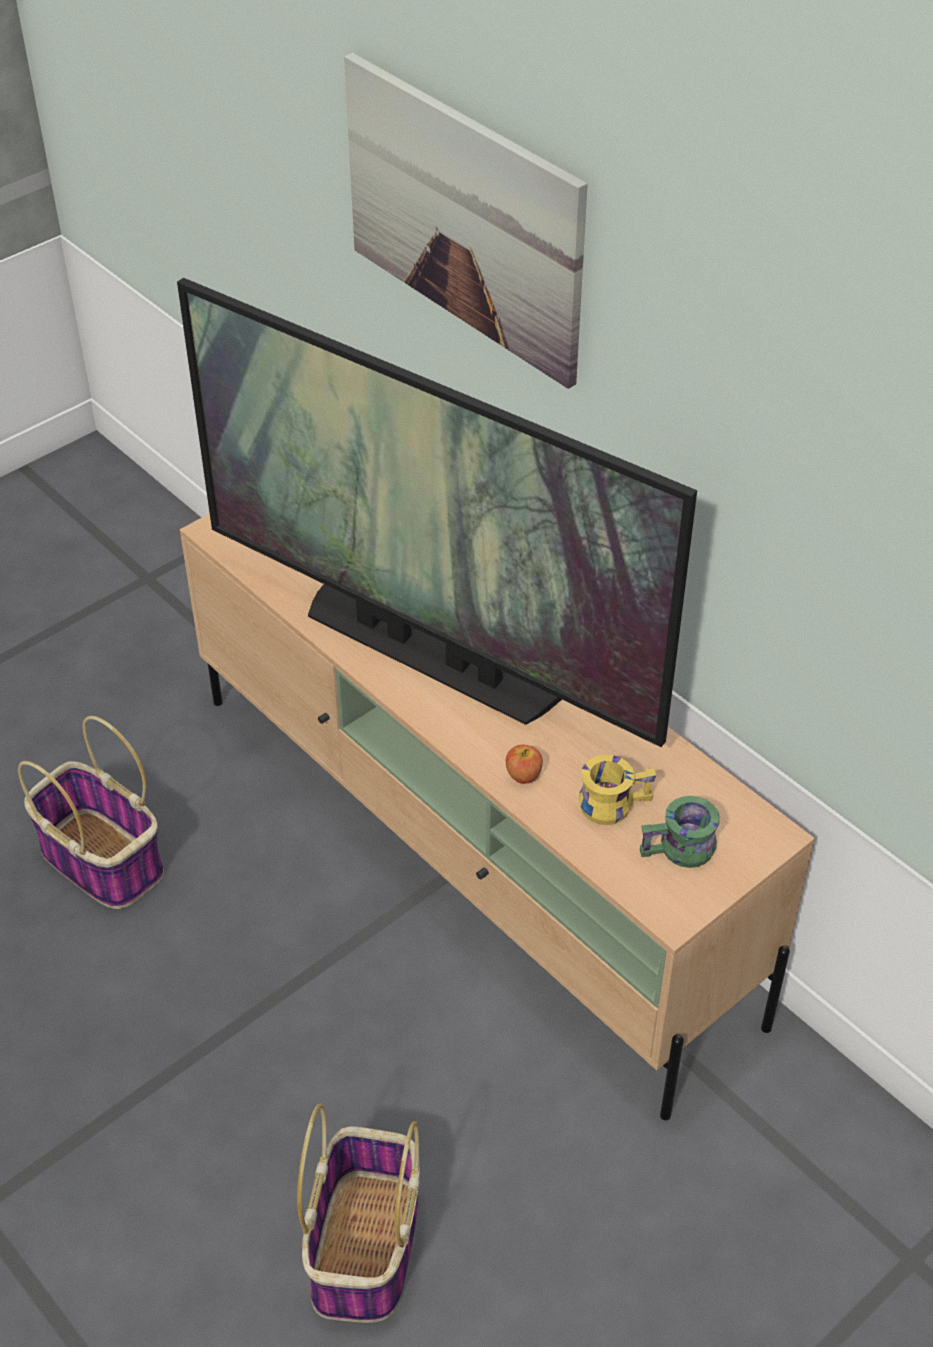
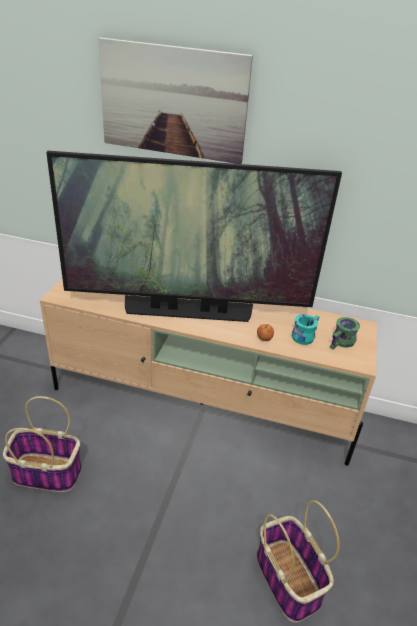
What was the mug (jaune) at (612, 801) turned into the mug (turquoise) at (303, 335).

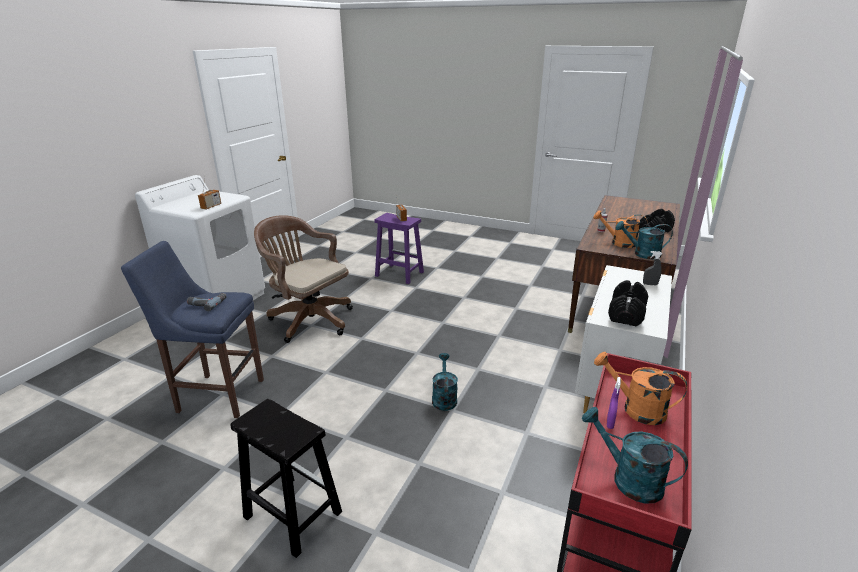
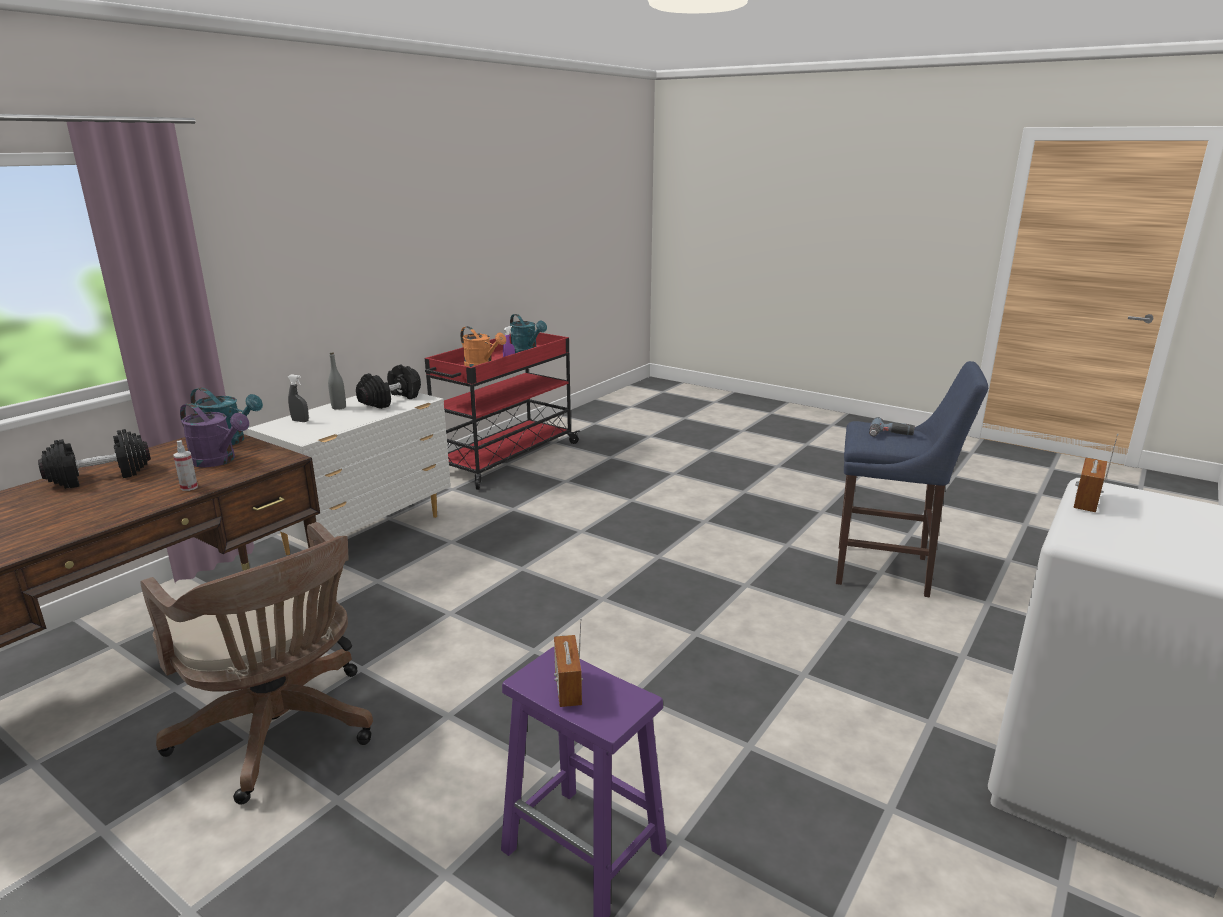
The second view lost the tabouret (noir) at (291, 514). The chaise de bureau (marron) ended up elsewhere, having gone from (308, 319) to (281, 733). The second view lost the arrosoir (turquoise) at (444, 398). What was the arrosoir (orange) at (619, 243) turned into the arrosoir (violet) at (218, 461). The second view gained the bouteille (gris) at (339, 407).

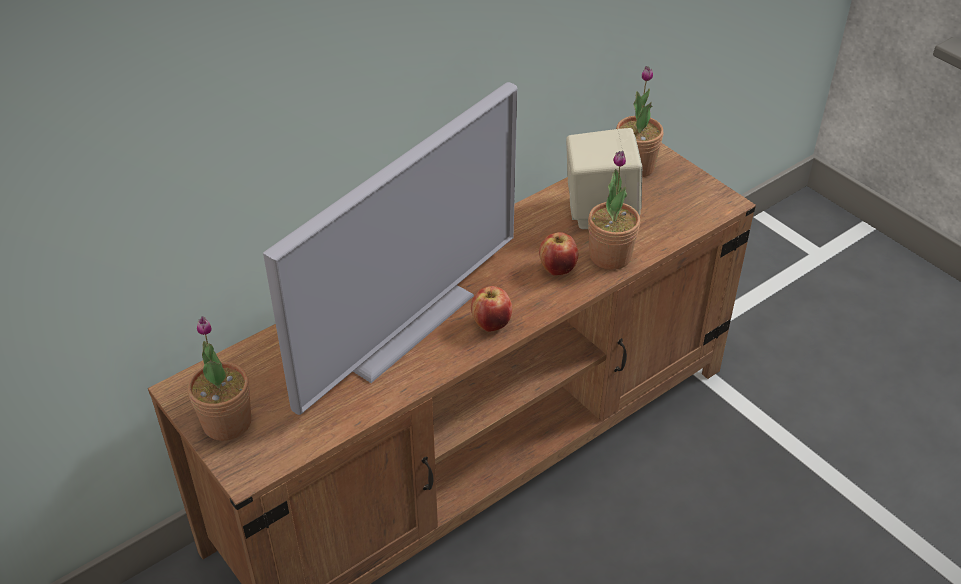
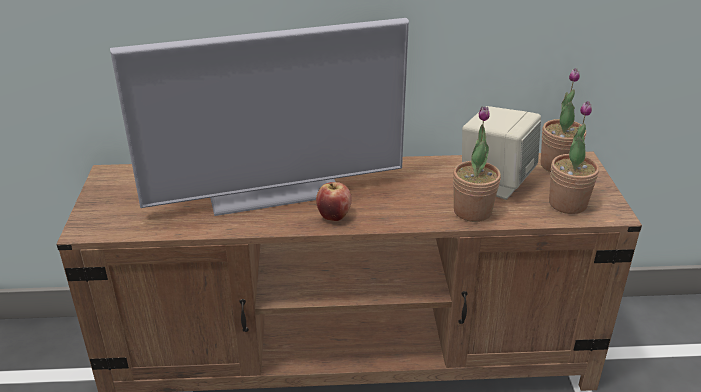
The plante en pot ended up elsewhere, having gone from (227, 422) to (567, 204). The second view lost the pomme at (558, 269).

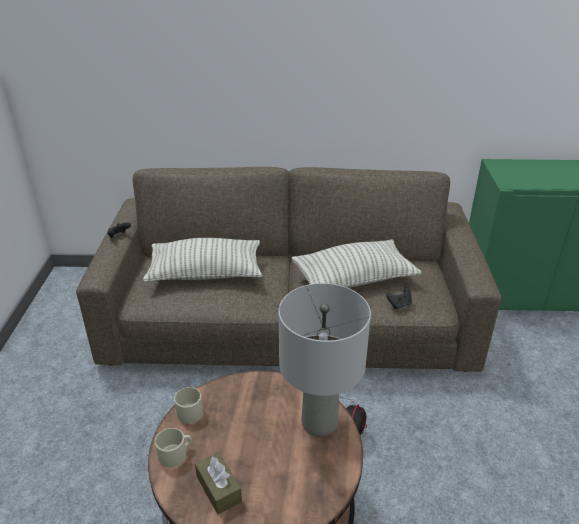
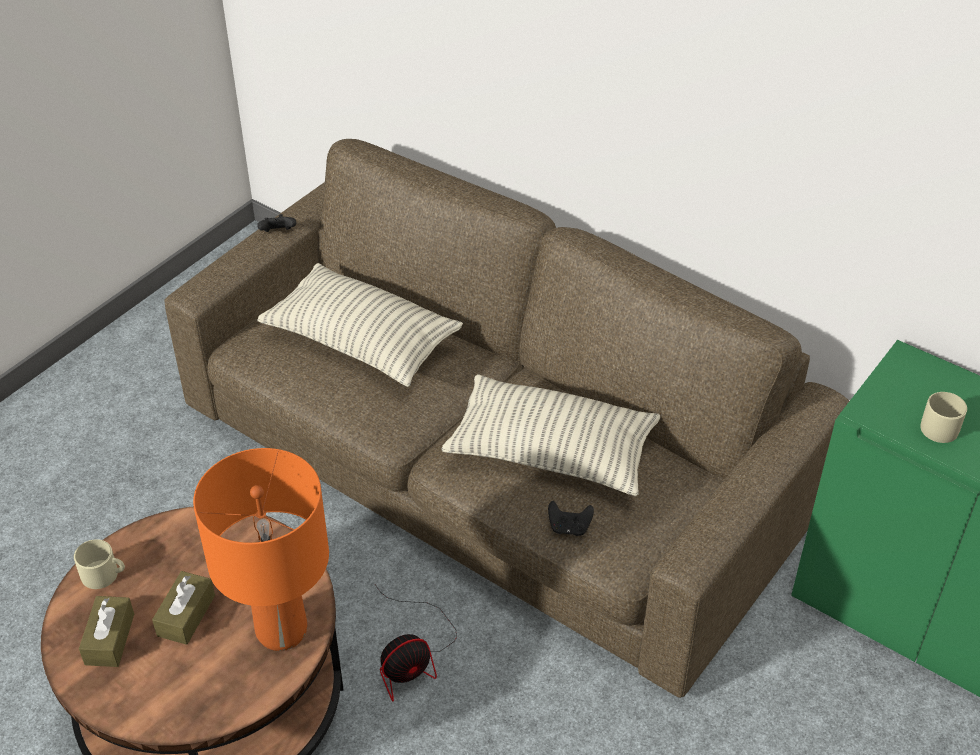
The mug (beige) ended up elsewhere, having gone from (189, 410) to (940, 425). What was the lampe de table (gris) at (319, 423) turned into the lampe de table (orange) at (283, 630). The second view gained the boîte à mouchoirs (marron) at (186, 615).

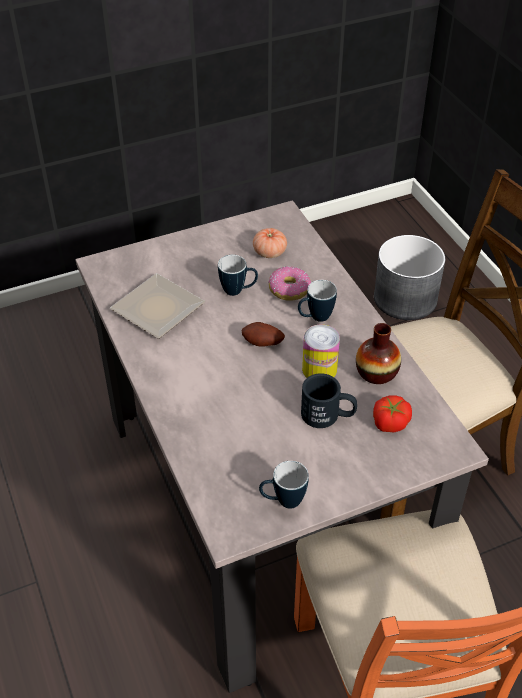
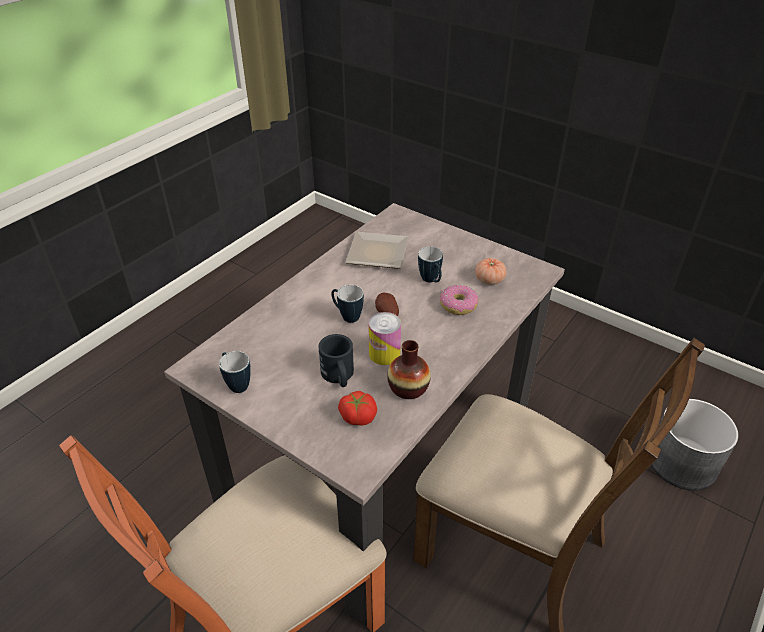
The mug ended up elsewhere, having gone from (315, 318) to (347, 316).

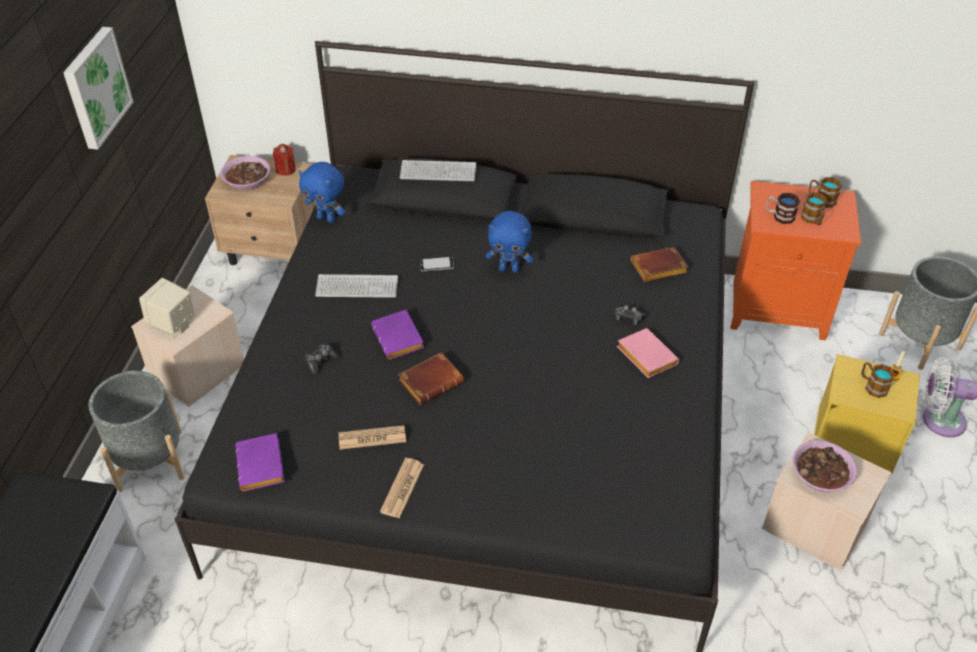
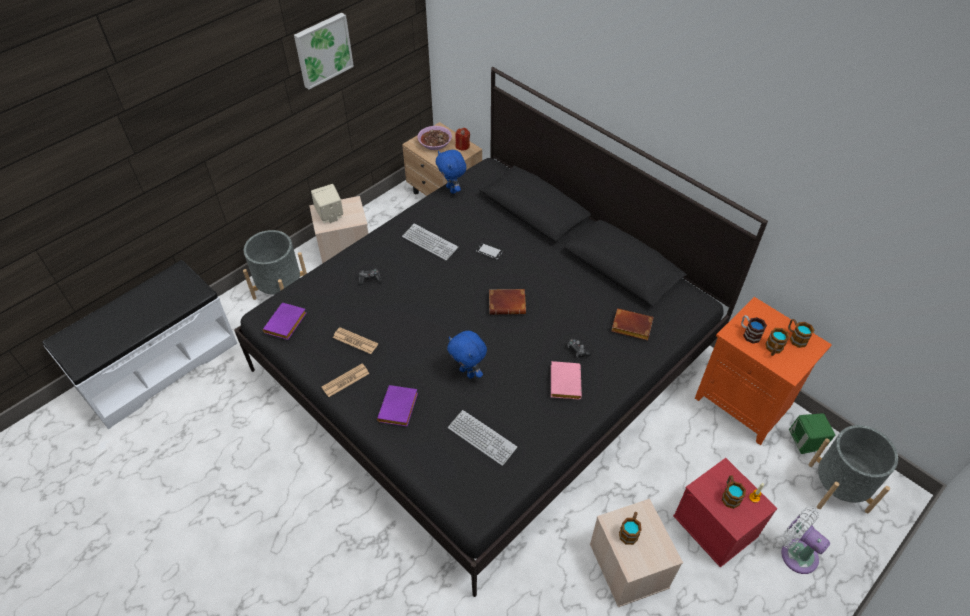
The livre (violet) ended up elsewhere, having gone from (400, 339) to (399, 409). The livre (marron) ended up elsewhere, having gone from (431, 381) to (508, 303). The clavier ended up elsewhere, having gone from (438, 172) to (482, 438). The peluche (bleu) ended up elsewhere, having gone from (509, 269) to (468, 372). Where the bol stood at (820, 474), the mug came to stand at (629, 531). What was the boîte de rangement (jaune) at (856, 437) turned into the boîte de rangement (rouge) at (716, 526). The second view gained the enceinte (vert) at (805, 442).

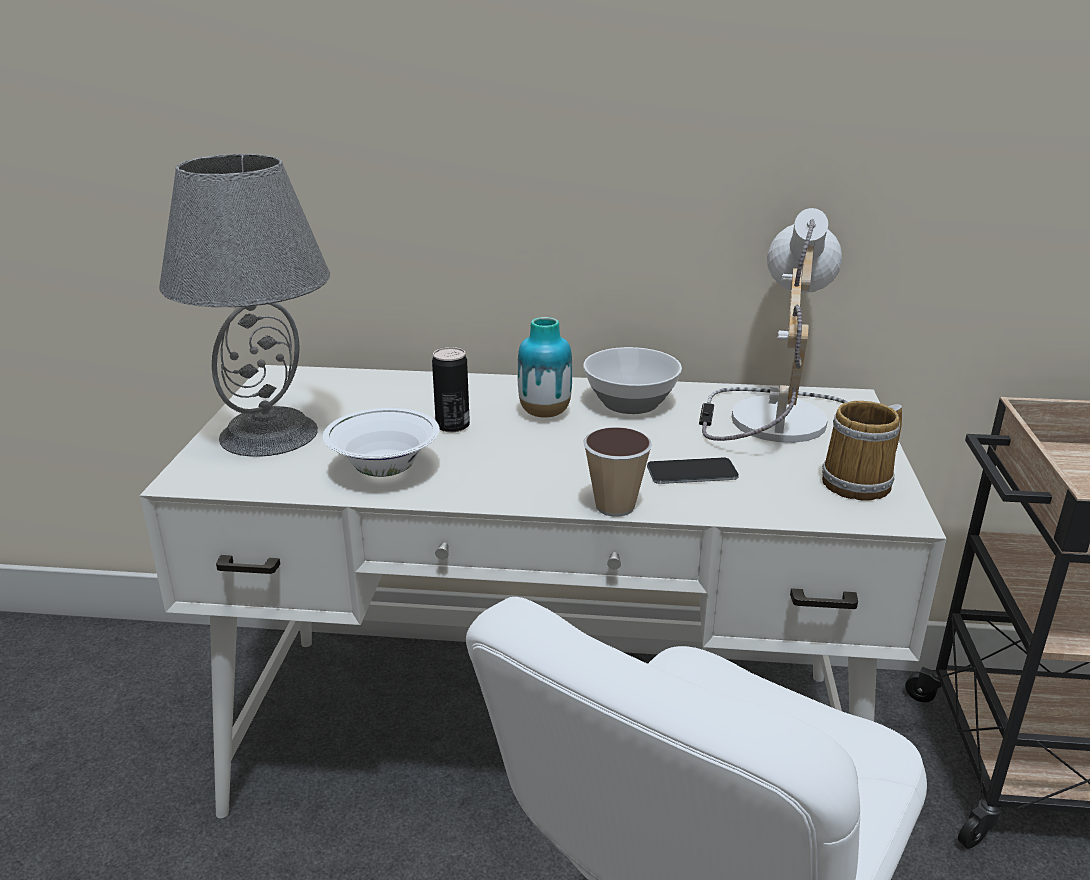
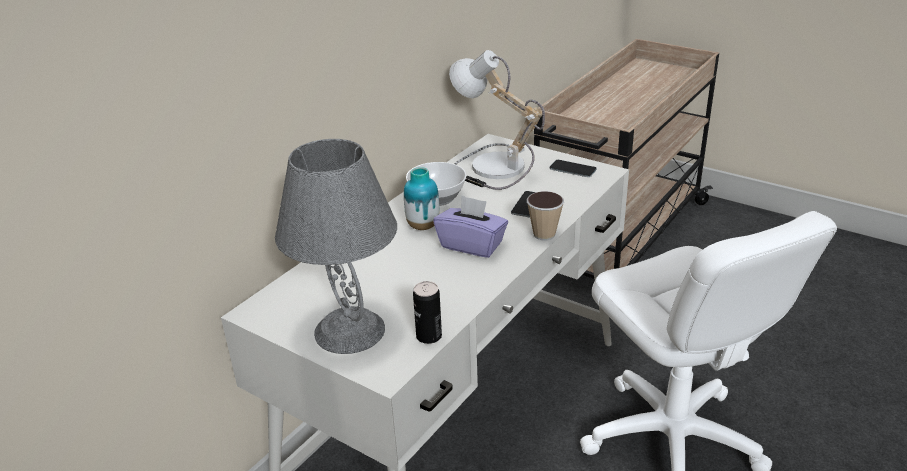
The second view lost the bol (blanc) at (384, 471). The boîte métallique ended up elsewhere, having gone from (452, 426) to (429, 336). Where the mug stood at (861, 482), the téléphone came to stand at (572, 169). The second view gained the boîte à mouchoirs (violet) at (472, 245).

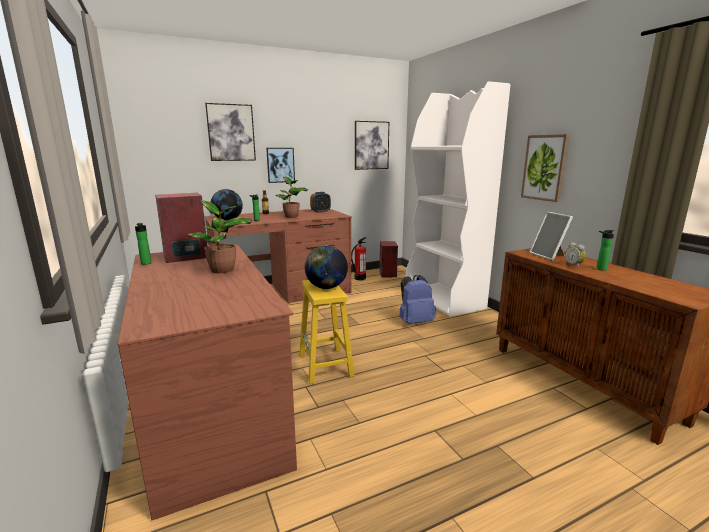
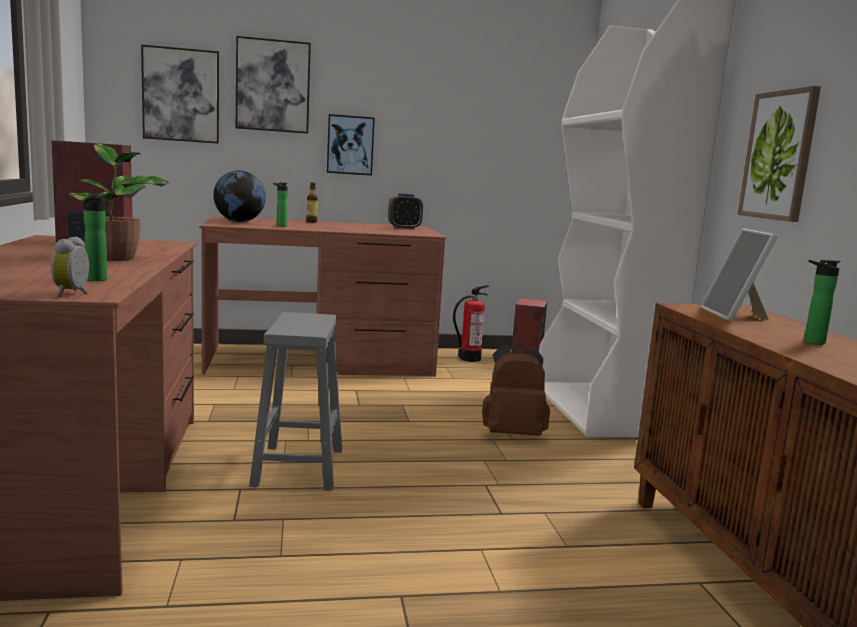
The bouteille ended up elsewhere, having gone from (146, 264) to (96, 280). The second view lost the plante en pot at (292, 217). What was the tabouret (jaune) at (326, 366) turned into the tabouret (gris) at (299, 467). The second view lost the globe at (326, 288). The tableau ended up elsewhere, having gone from (371, 145) to (181, 95). What was the sac à dos (bleu) at (415, 322) turned into the sac à dos (marron) at (512, 434). The réveil ended up elsewhere, having gone from (574, 266) to (74, 294).

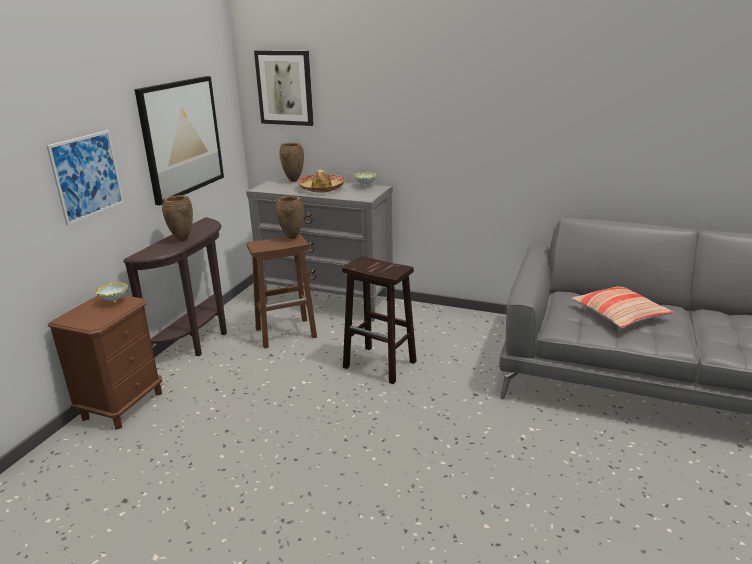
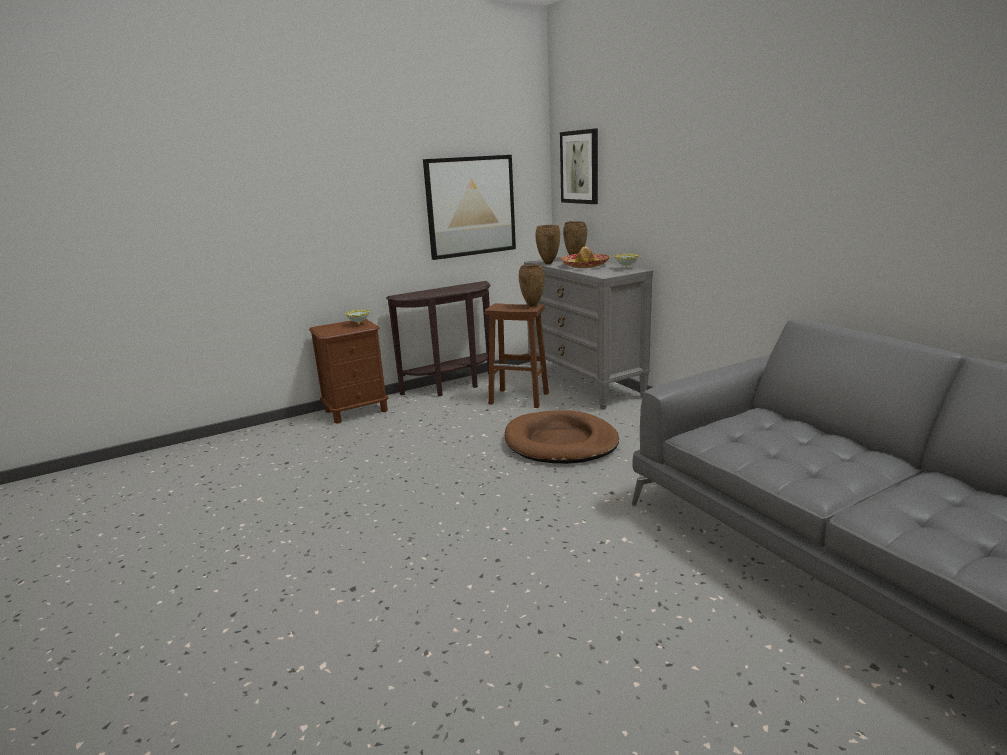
The second view lost the tableau at (87, 176). The vase (marron) ended up elsewhere, having gone from (182, 239) to (548, 263). Where the tabouret (marron) stood at (381, 365), the panier pour chien (marron) came to stand at (560, 442). The second view lost the coussin at (619, 314).

